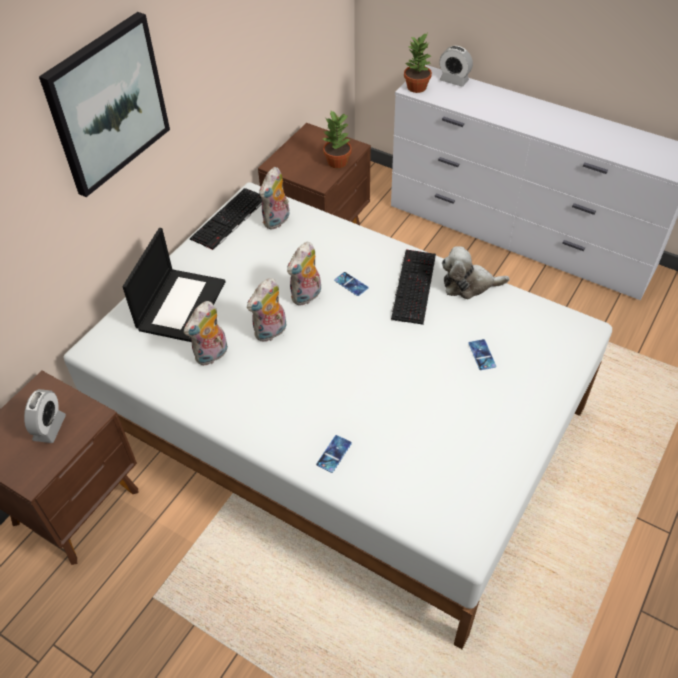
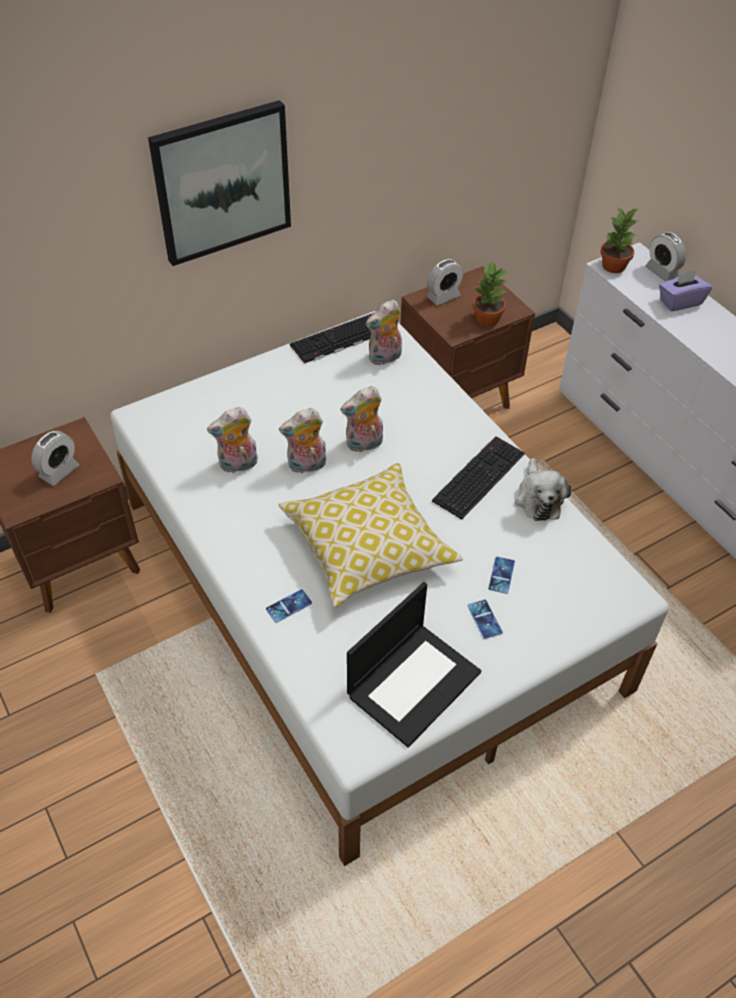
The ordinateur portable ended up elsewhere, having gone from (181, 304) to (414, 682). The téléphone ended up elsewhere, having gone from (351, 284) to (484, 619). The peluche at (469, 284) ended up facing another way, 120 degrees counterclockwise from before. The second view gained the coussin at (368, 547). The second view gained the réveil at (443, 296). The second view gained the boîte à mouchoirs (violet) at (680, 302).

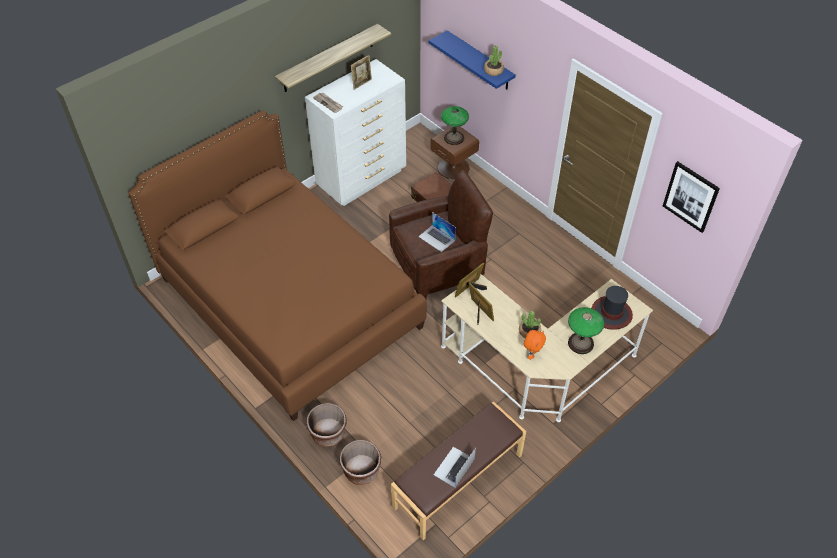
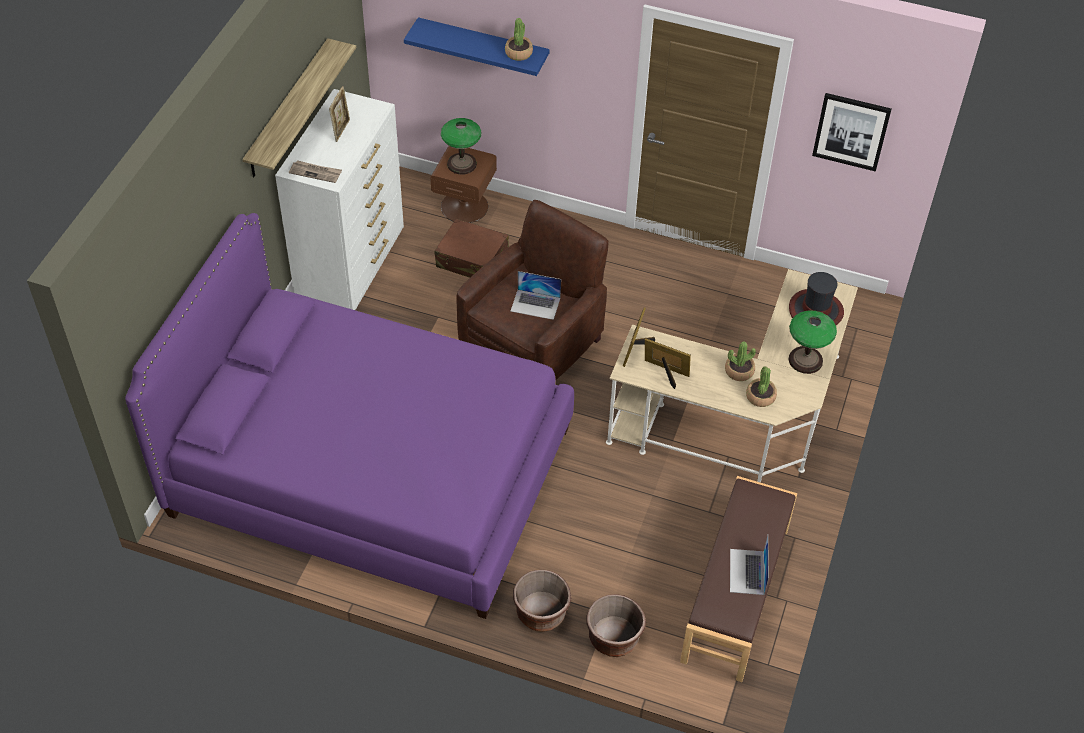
What was the lit (marron) at (289, 302) turned into the lit (violet) at (370, 471). Where the peluche (orange) stood at (532, 354), the plante en pot came to stand at (760, 396).

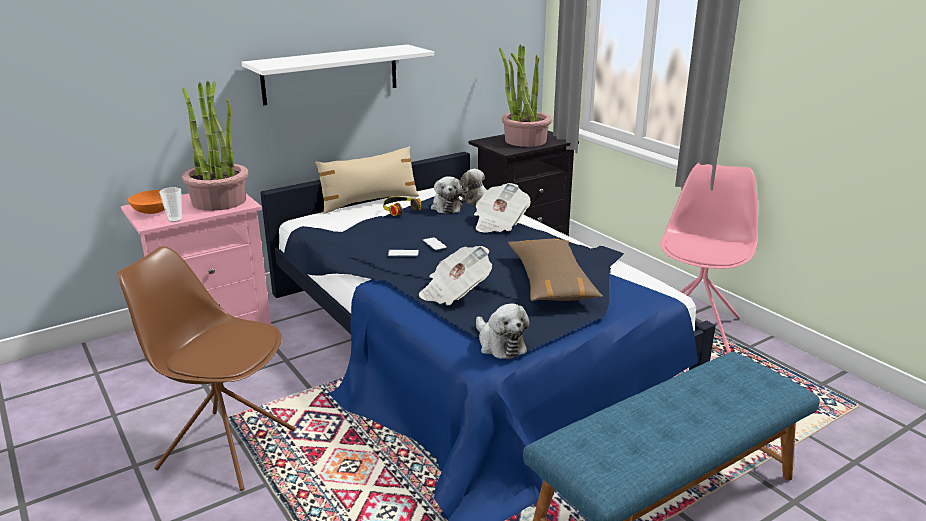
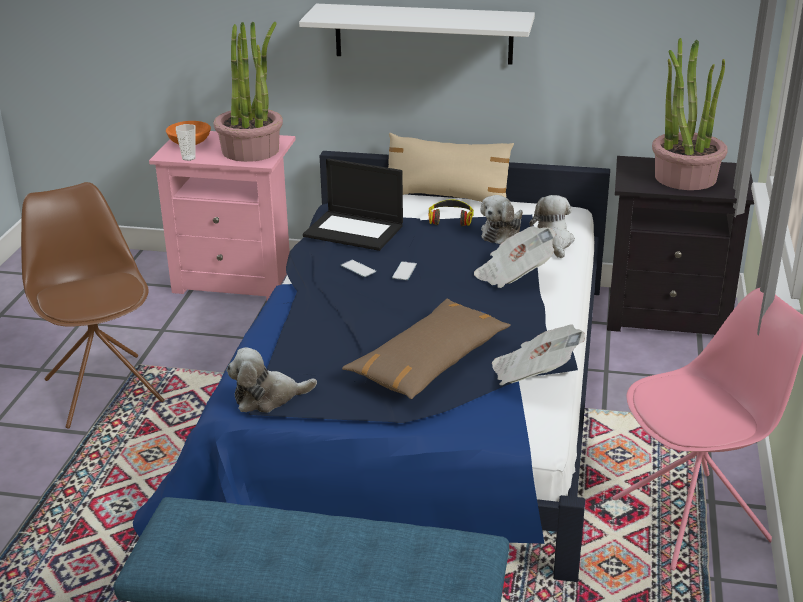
The journal ended up elsewhere, having gone from (455, 292) to (534, 375). The peluche at (499, 344) ended up facing another way, 60 degrees clockwise from before. The second view gained the ordinateur portable at (355, 230).

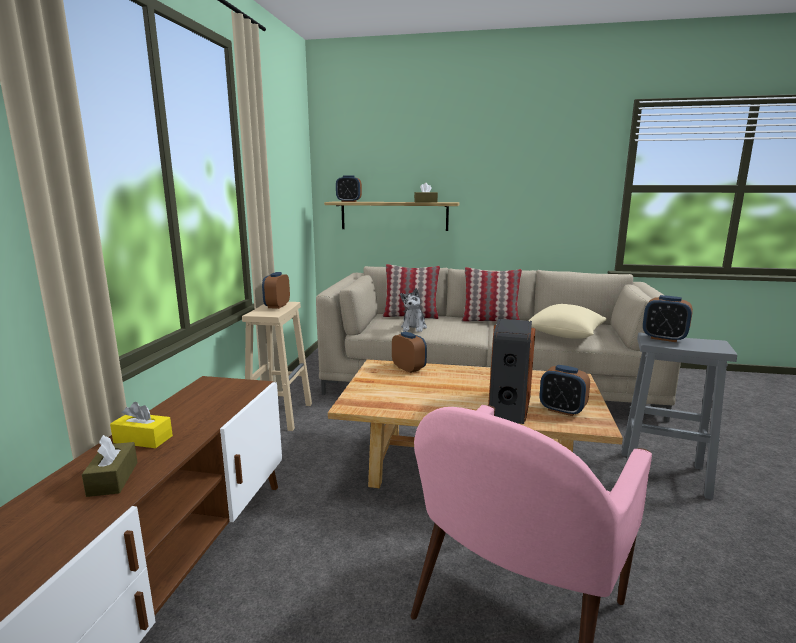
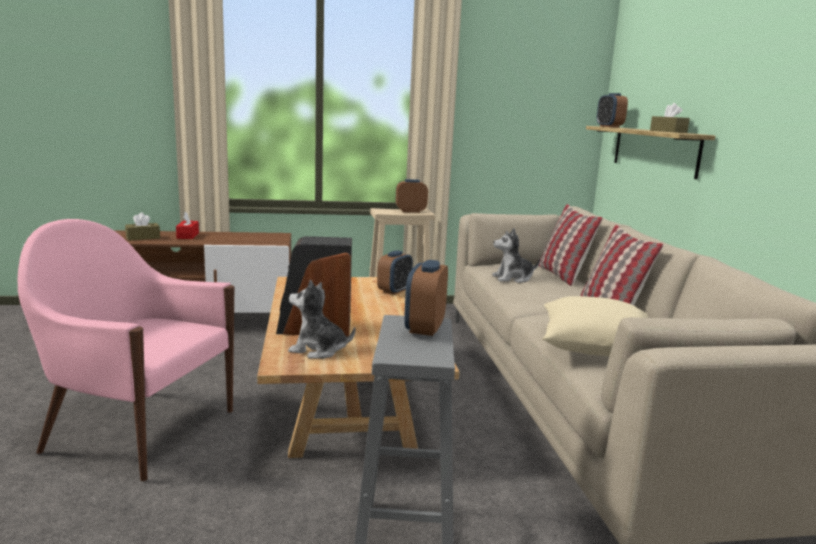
What was the boîte à mouchoirs (jaune) at (143, 439) turned into the boîte à mouchoirs (rouge) at (188, 235). Where the réveil stood at (562, 410), the peluche came to stand at (318, 350).

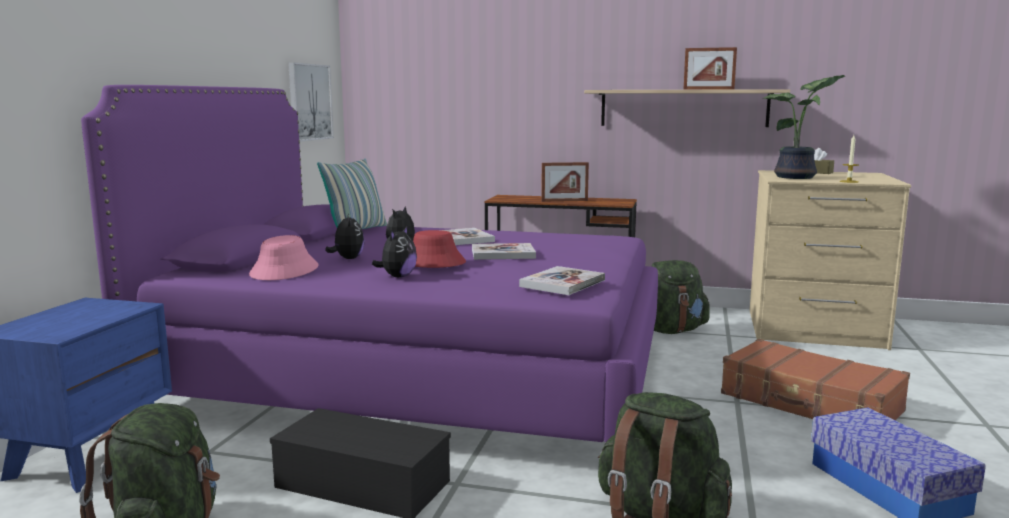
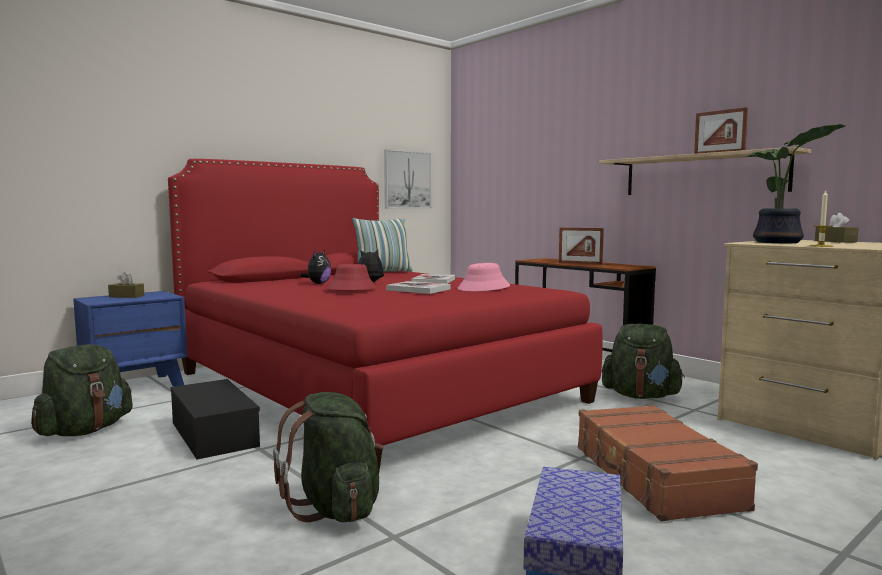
What was the lit (violet) at (417, 376) turned into the lit (rouge) at (371, 386). The chapeau (rose) ended up elsewhere, having gone from (284, 271) to (484, 288). The second view lost the peluche at (397, 276). The second view lost the livre at (562, 283). The second view gained the boîte à mouchoirs (marron) at (126, 296).

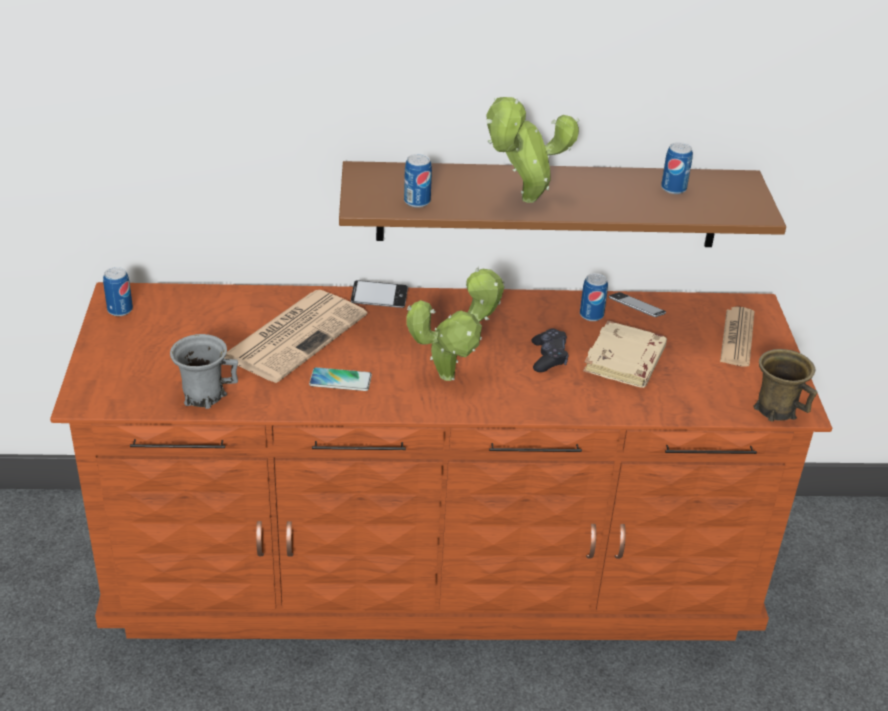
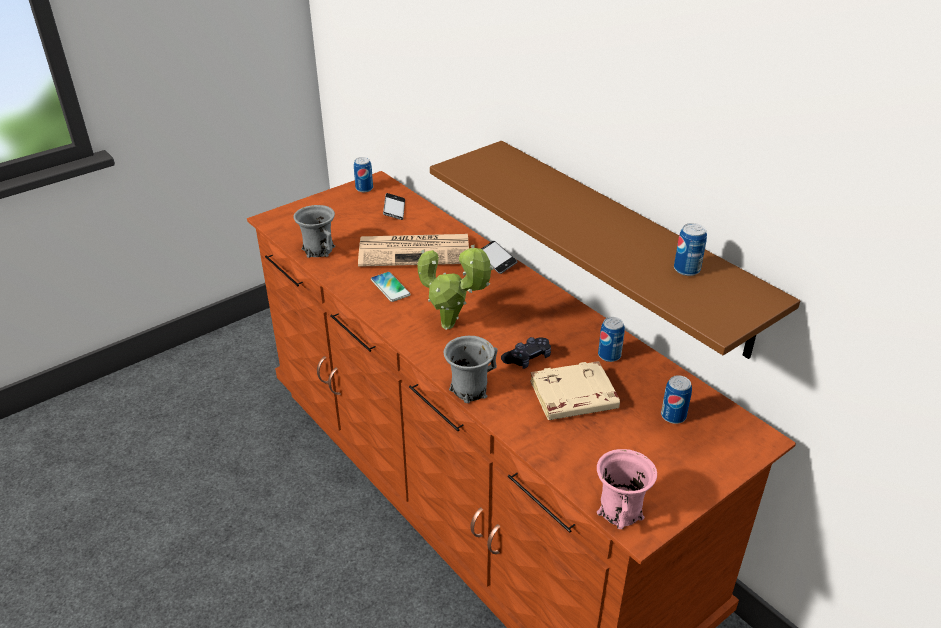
The boîte métallique ended up elsewhere, having gone from (417, 202) to (673, 416). The second view lost the plante en pot at (524, 201). The téléphone ended up elsewhere, having gone from (636, 309) to (394, 210). The second view lost the journal at (737, 337). What was the mug (marron) at (776, 408) turned into the mug (rose) at (621, 511). The second view gained the mug (gris) at (469, 389).

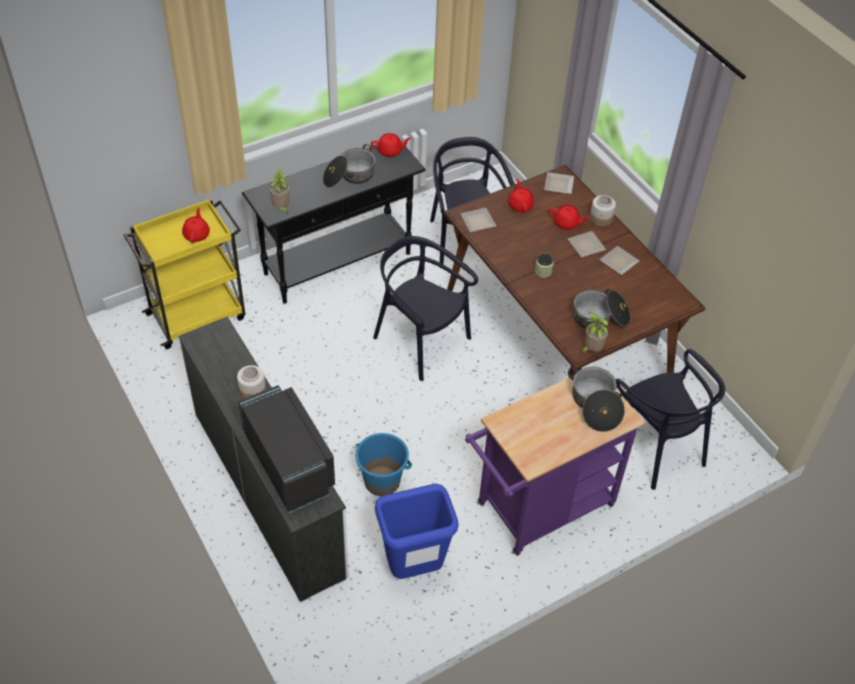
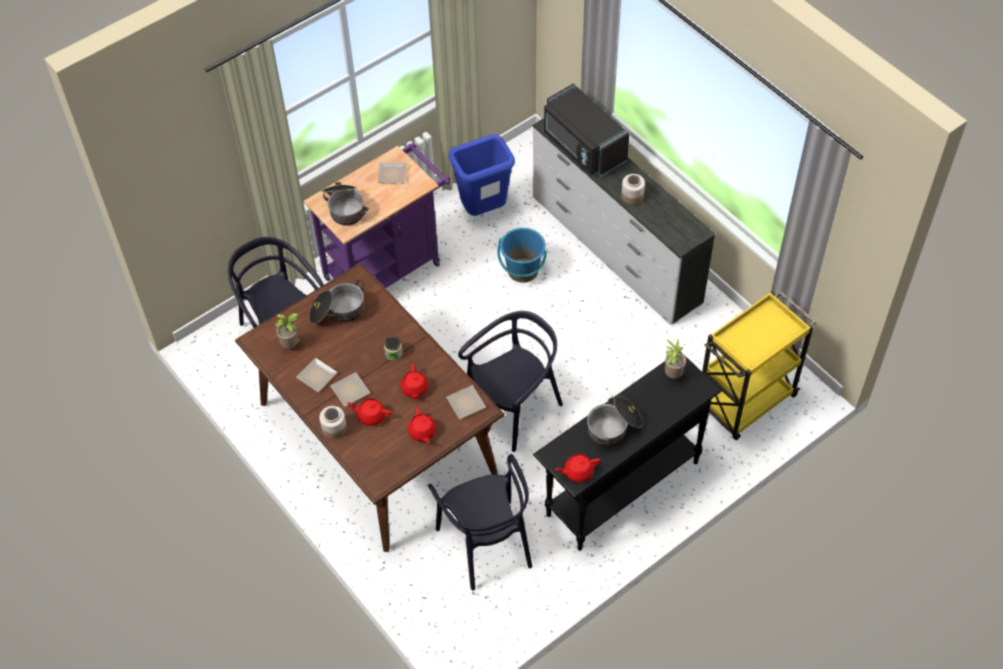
The théière (rouge) ended up elsewhere, having gone from (197, 234) to (414, 389). The chaise (noir) at (421, 341) ended up facing another way, 75 degrees counterclockwise from before. The assiette ended up elsewhere, having gone from (557, 185) to (393, 173). The plante en pot ended up elsewhere, having gone from (591, 349) to (291, 345).

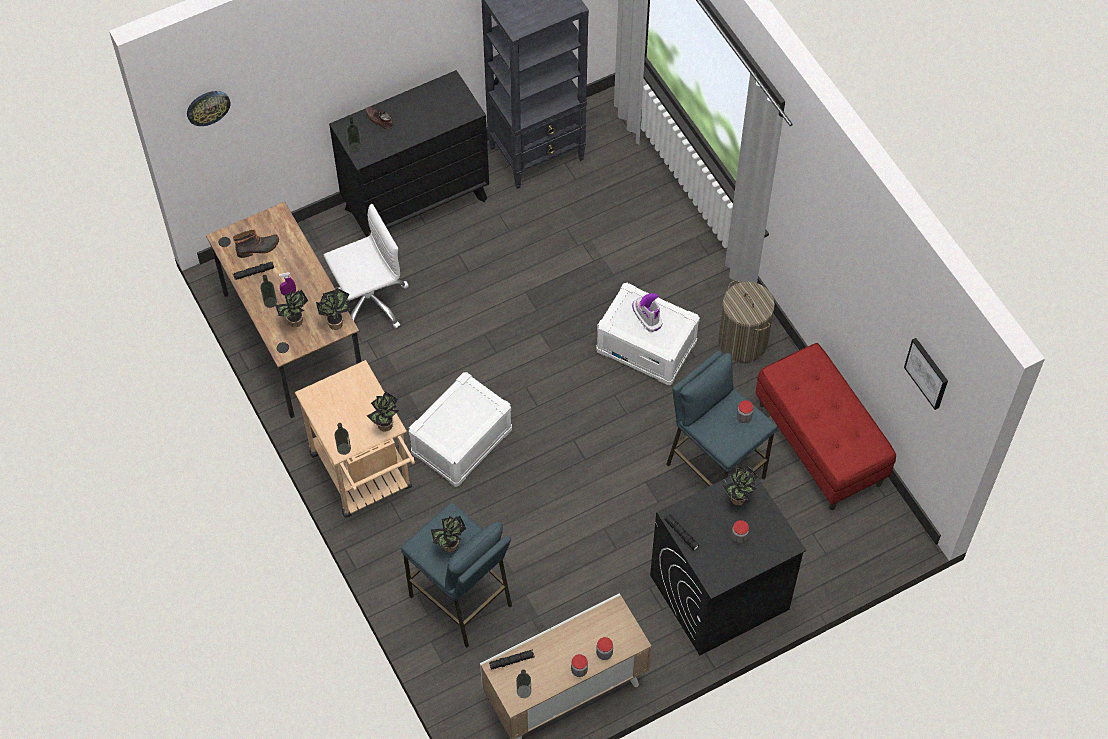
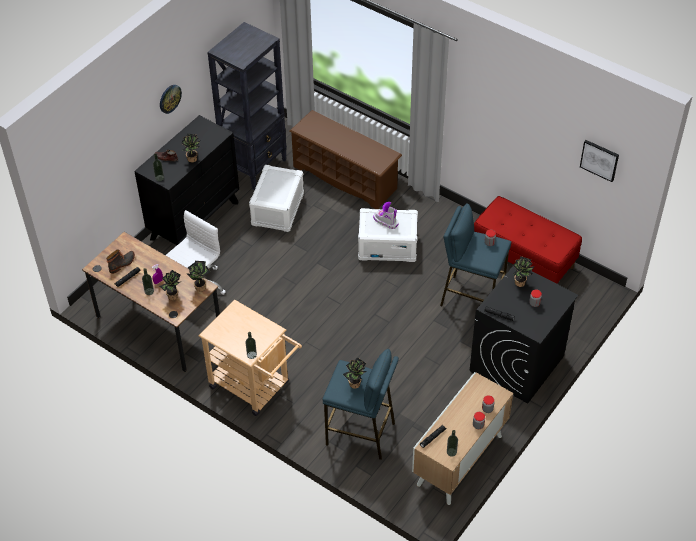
The horloge murale ended up elsewhere, having gone from (208, 107) to (169, 98). The plante en pot ended up elsewhere, having gone from (386, 427) to (193, 159). The boîte de rangement (blanc) ended up elsewhere, having gone from (462, 442) to (278, 209). The second view lost the panier à linge at (743, 341). The second view gained the étagère à chaussures (marron) at (345, 178).

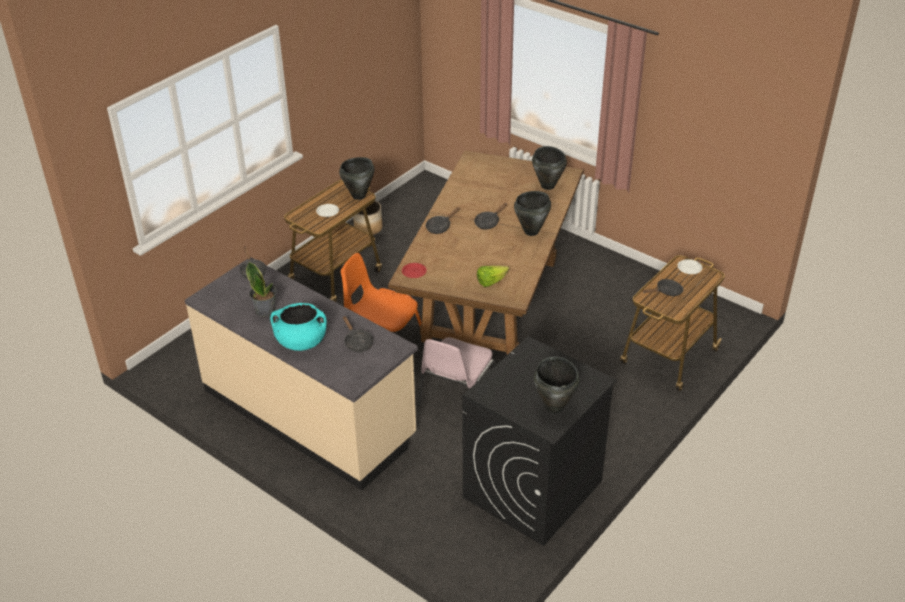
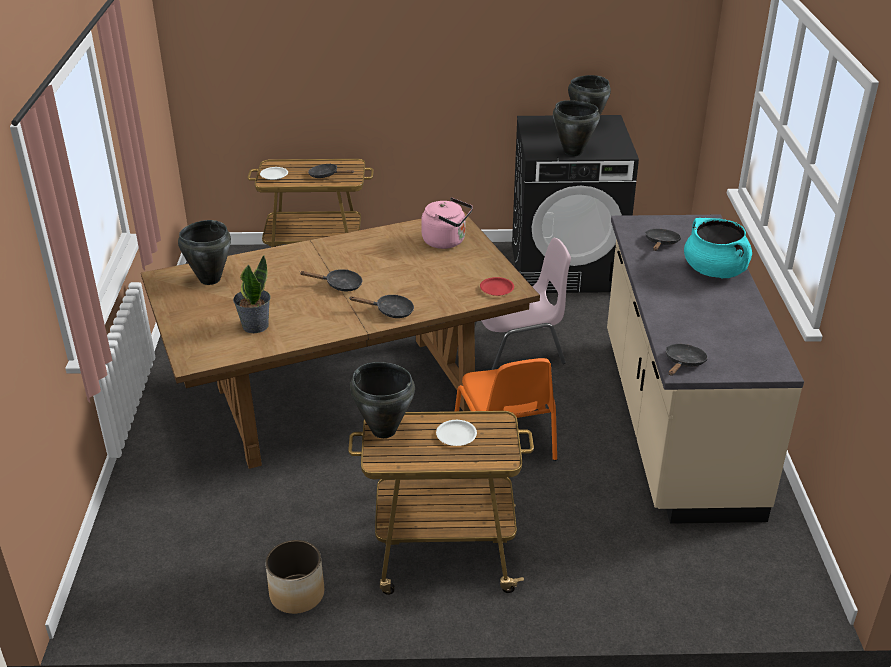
The plante en pot ended up elsewhere, having gone from (265, 310) to (255, 326). Where the laitue stood at (491, 282), the bouilloire (rose) came to stand at (447, 241). The marmite (noir) ended up elsewhere, having gone from (531, 231) to (573, 152).

